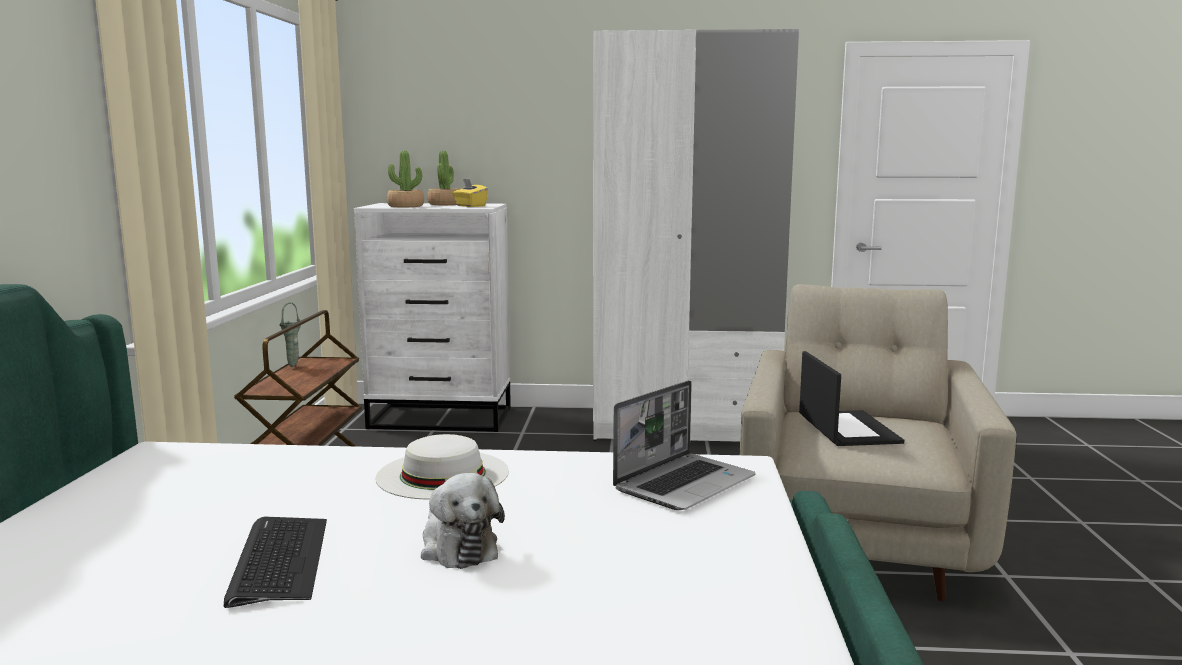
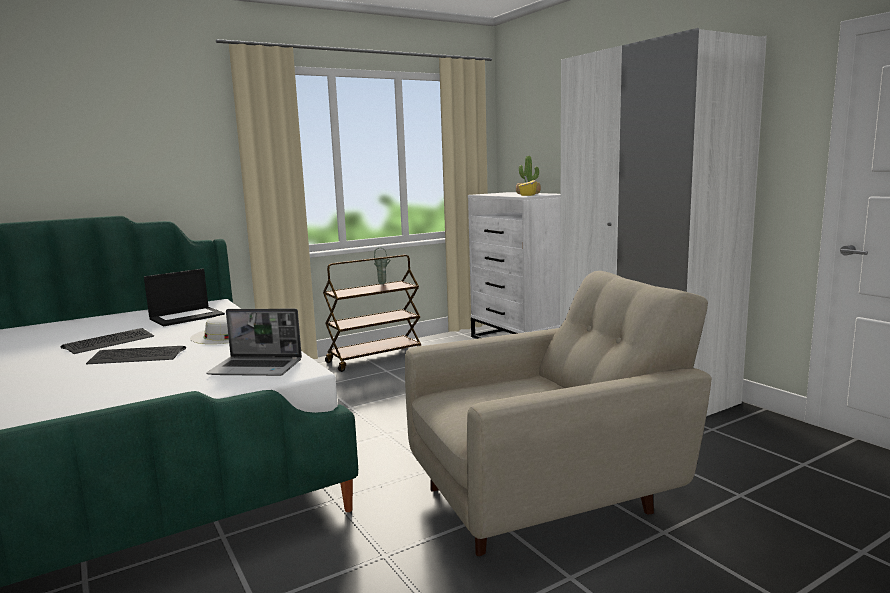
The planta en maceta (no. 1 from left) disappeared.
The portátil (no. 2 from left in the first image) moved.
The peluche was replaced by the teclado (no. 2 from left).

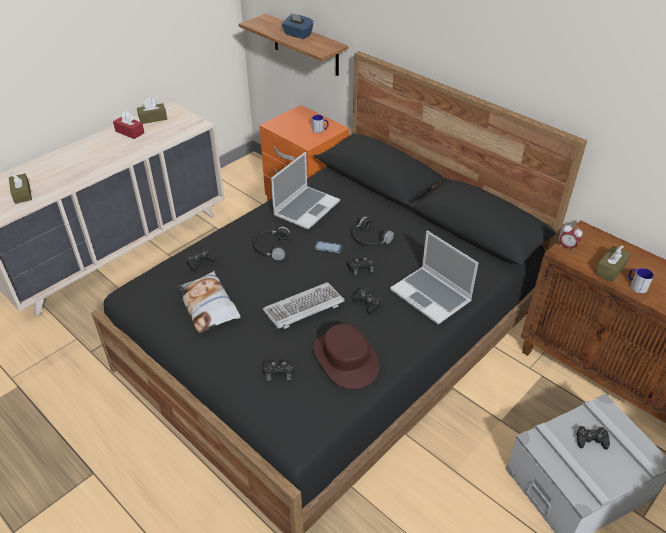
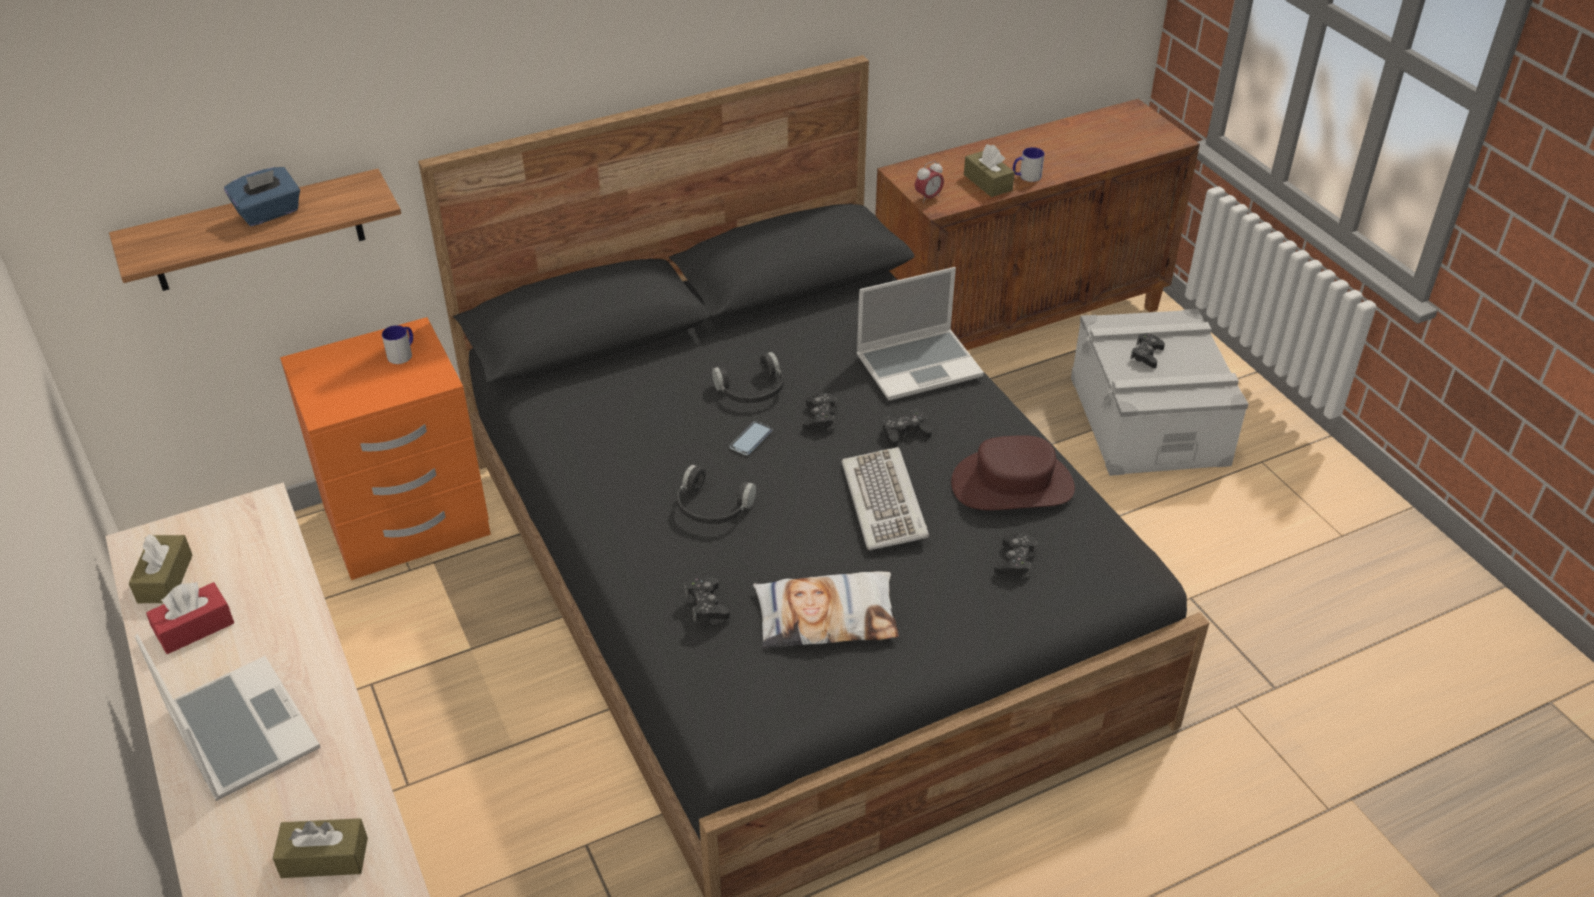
The portátil (no. 1 from left) moved.

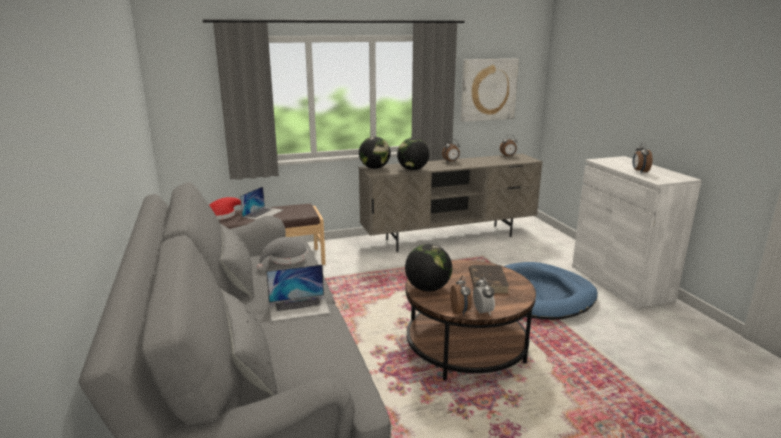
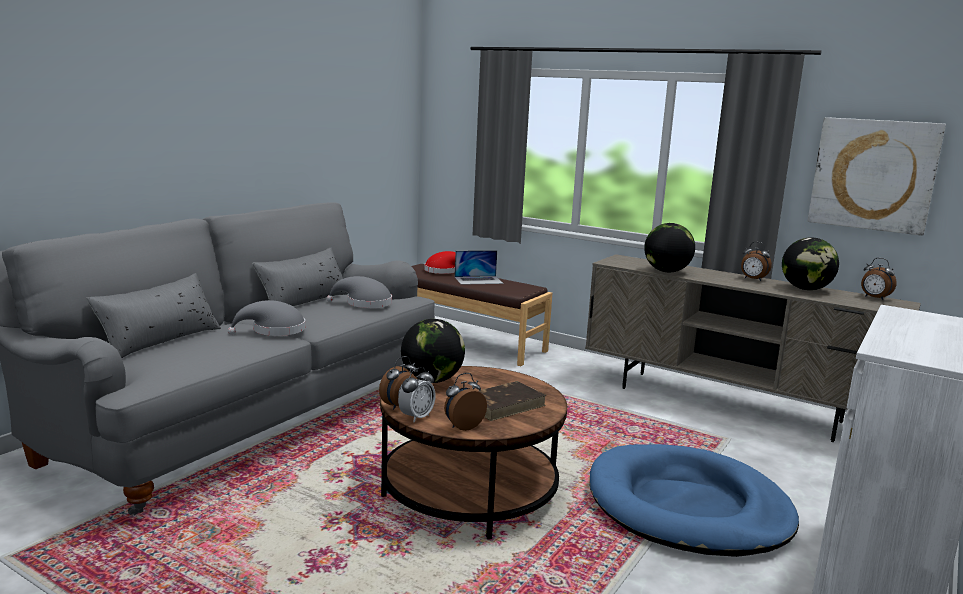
The globo terráqueo (no. 1 from left in the first image) moved.
The despertador (no. 5 from left in the first image) moved.
The portátil (no. 2 from left) was replaced by the sombrero [gris] (no. 1 from left).

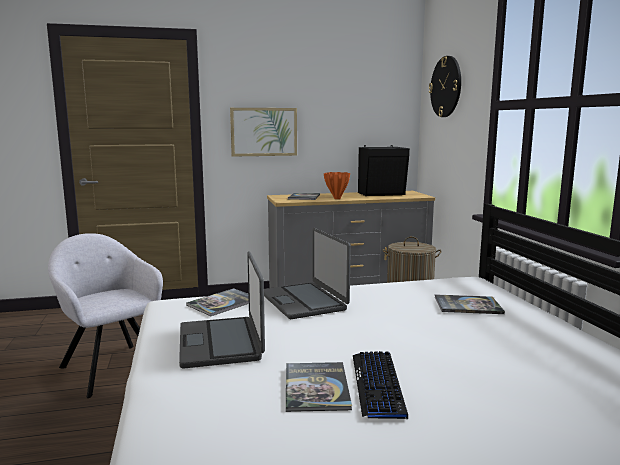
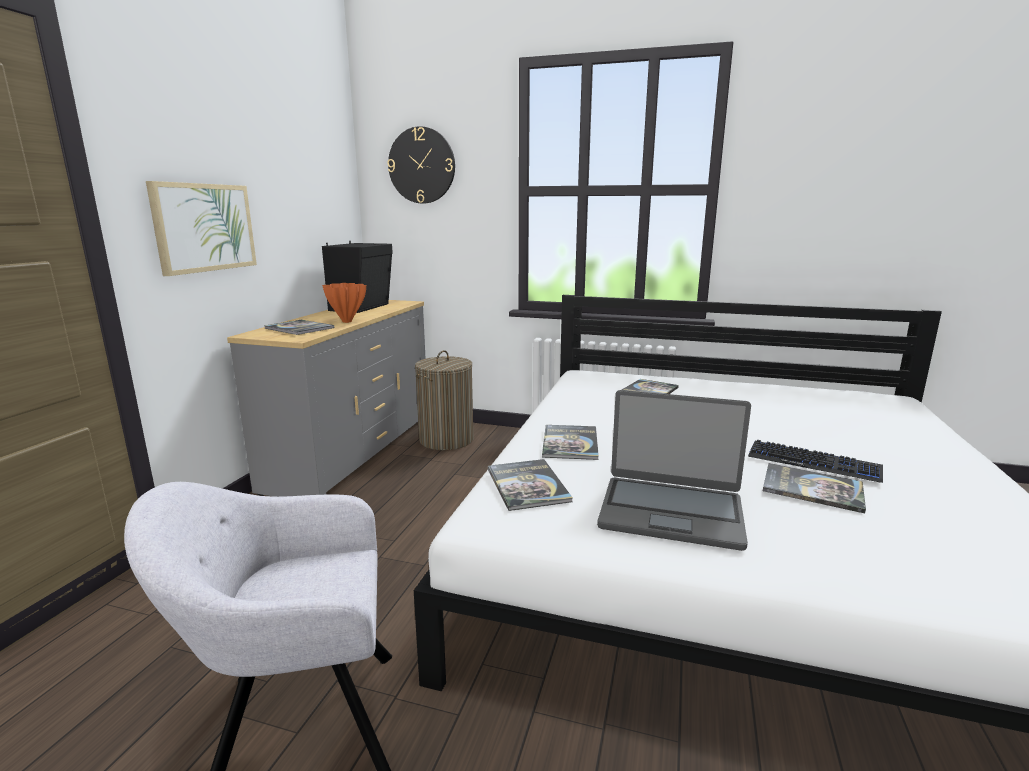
The portátil (no. 2 from left) was replaced by the libro (no. 3 from left).

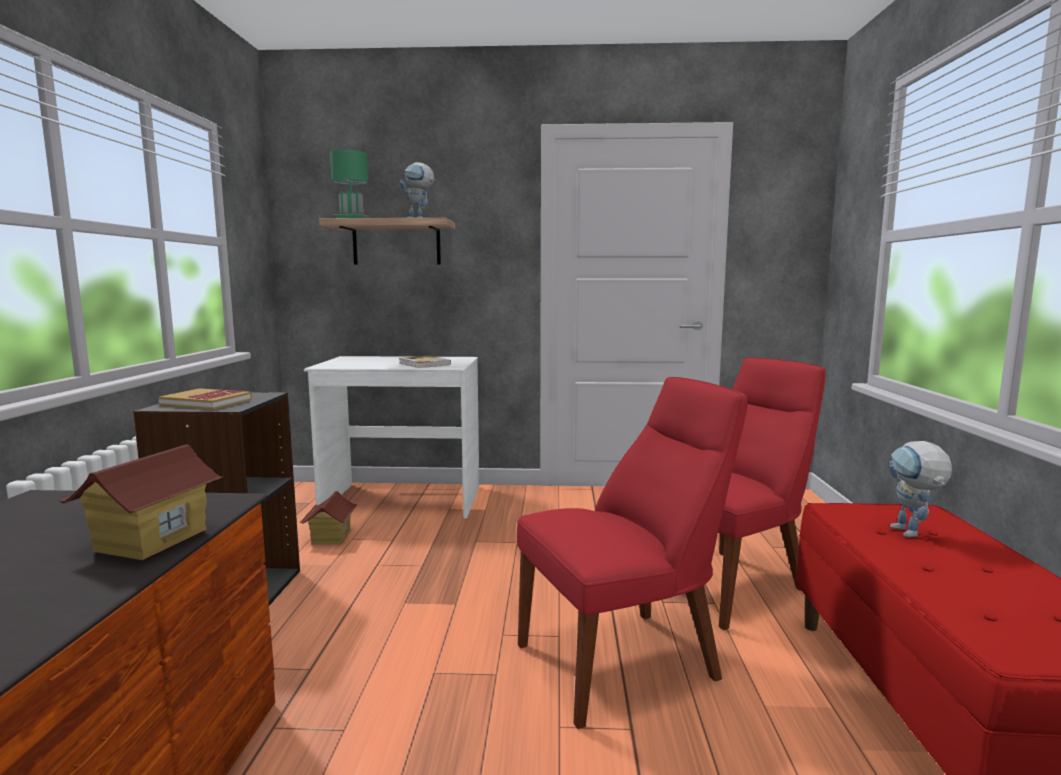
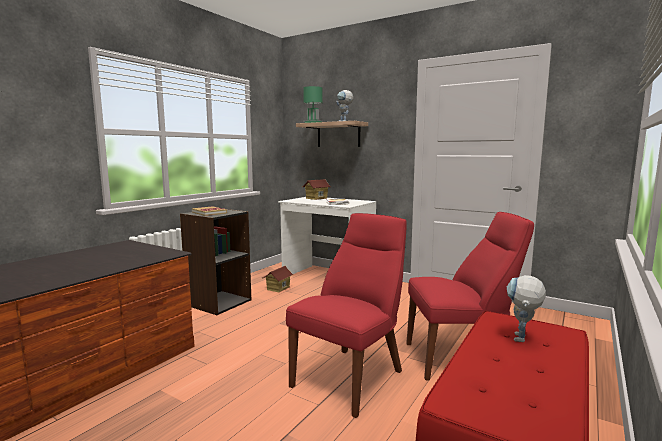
The casita (no. 1 from left in the first image) moved.
The silla [rojo] (no. 1 from left) turned 60 degrees counterclockwise.

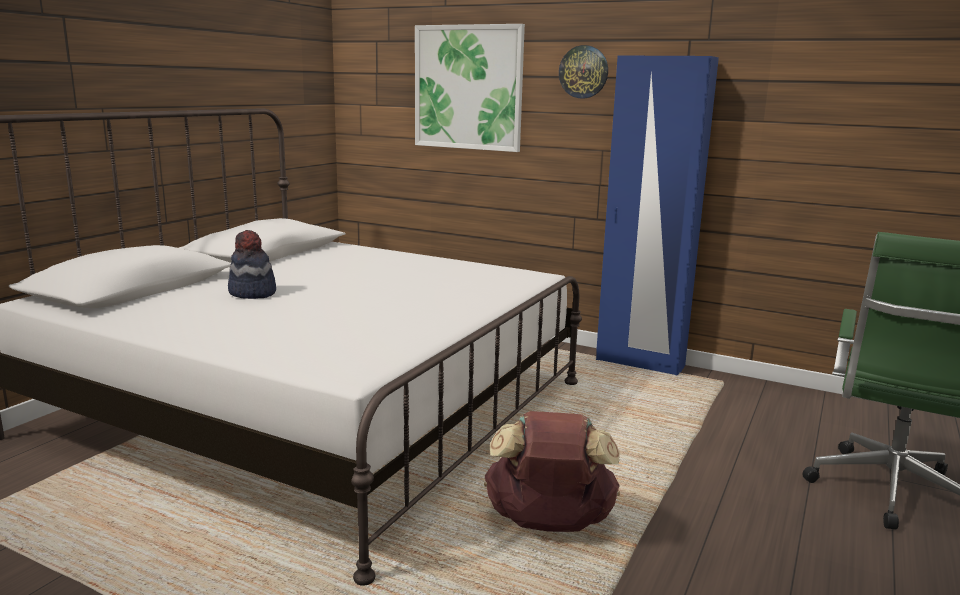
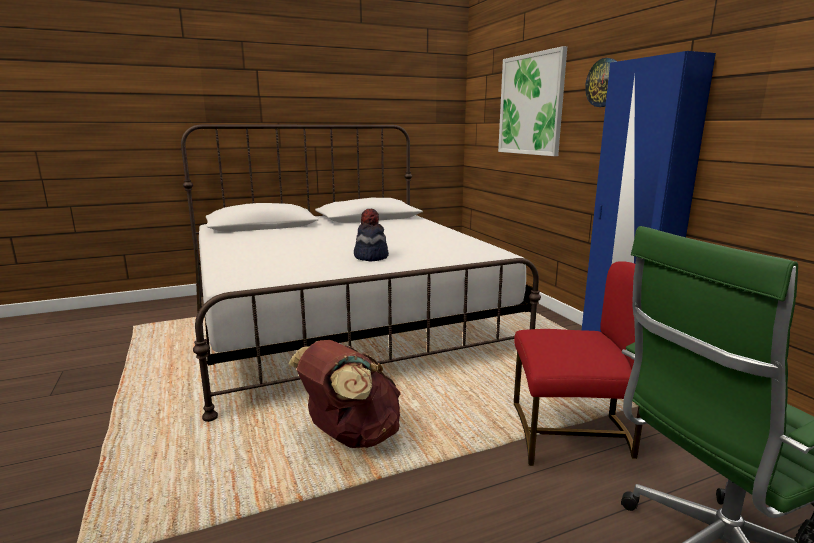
The silla [rojo] appeared.
The sombrero moved.

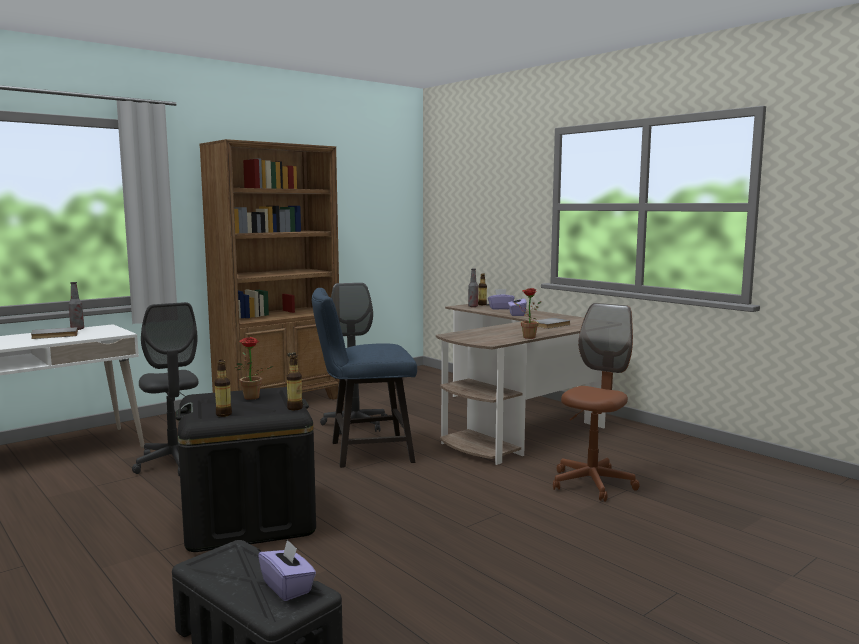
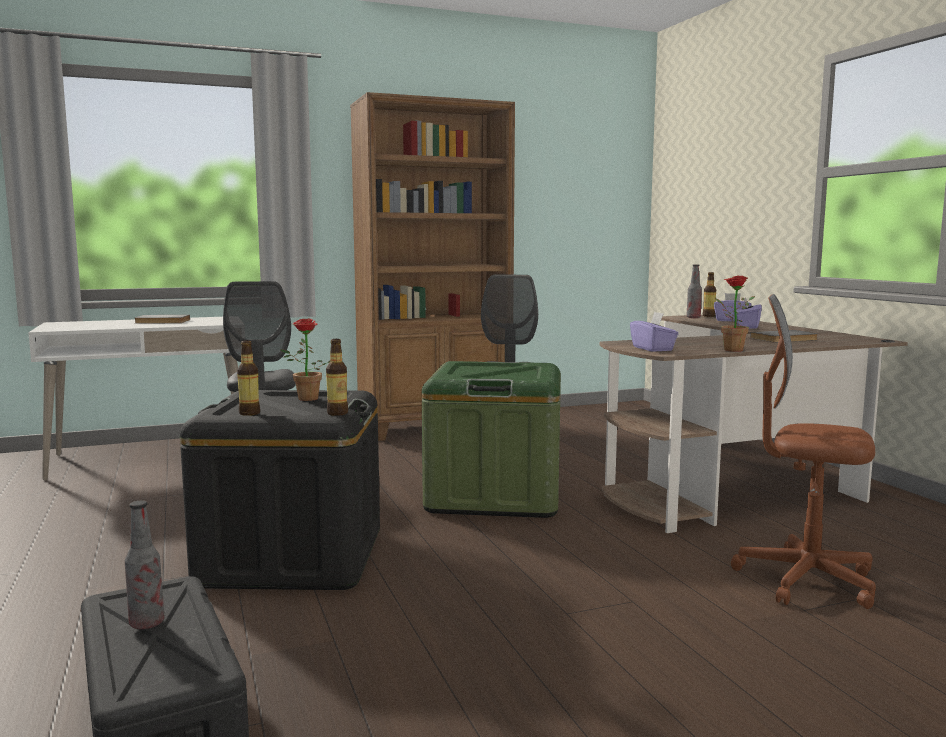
The botella (no. 1 from left) moved.
The caja de pañuelos [morado] (no. 1 from left) moved.
The silla [azul] was replaced by the caja de almacenaje [verde].
The silla de oficina [marrón] turned 120 degrees counterclockwise.

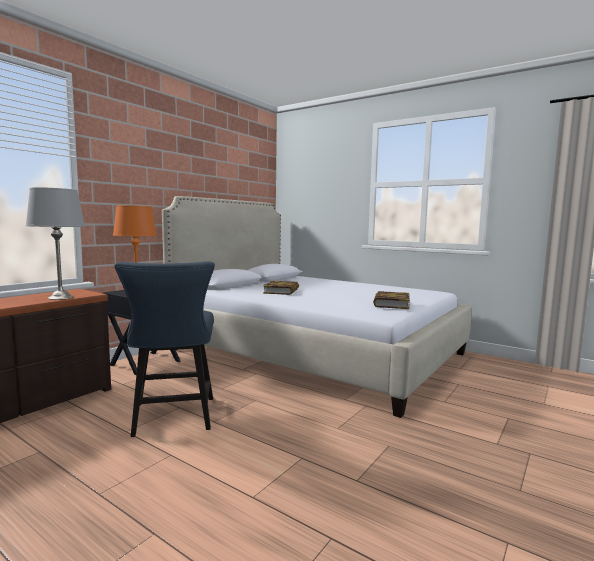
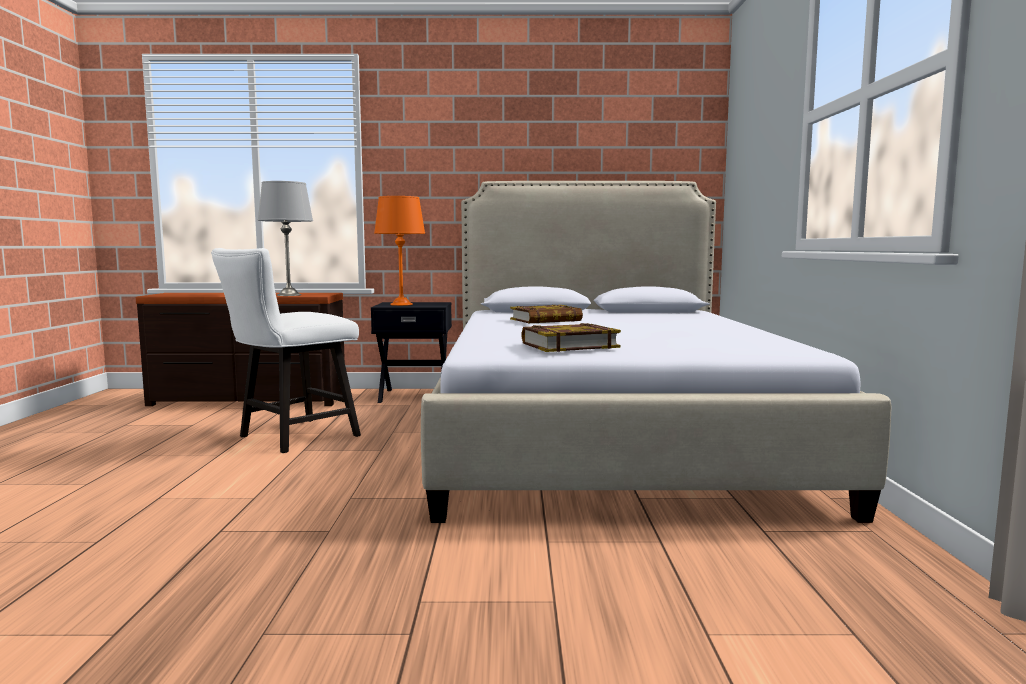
The silla [azul] became the silla [blanco].

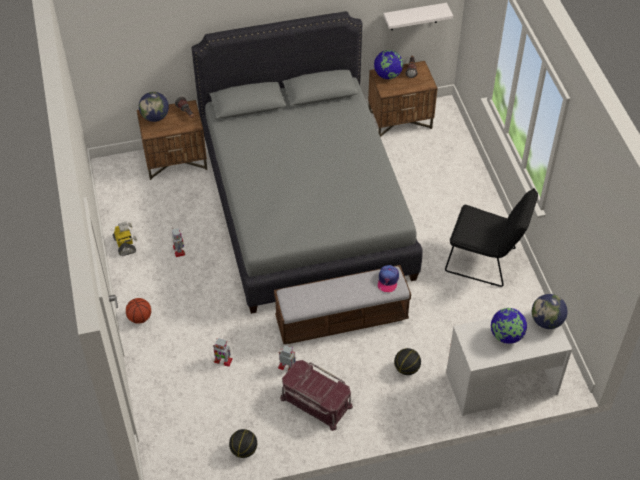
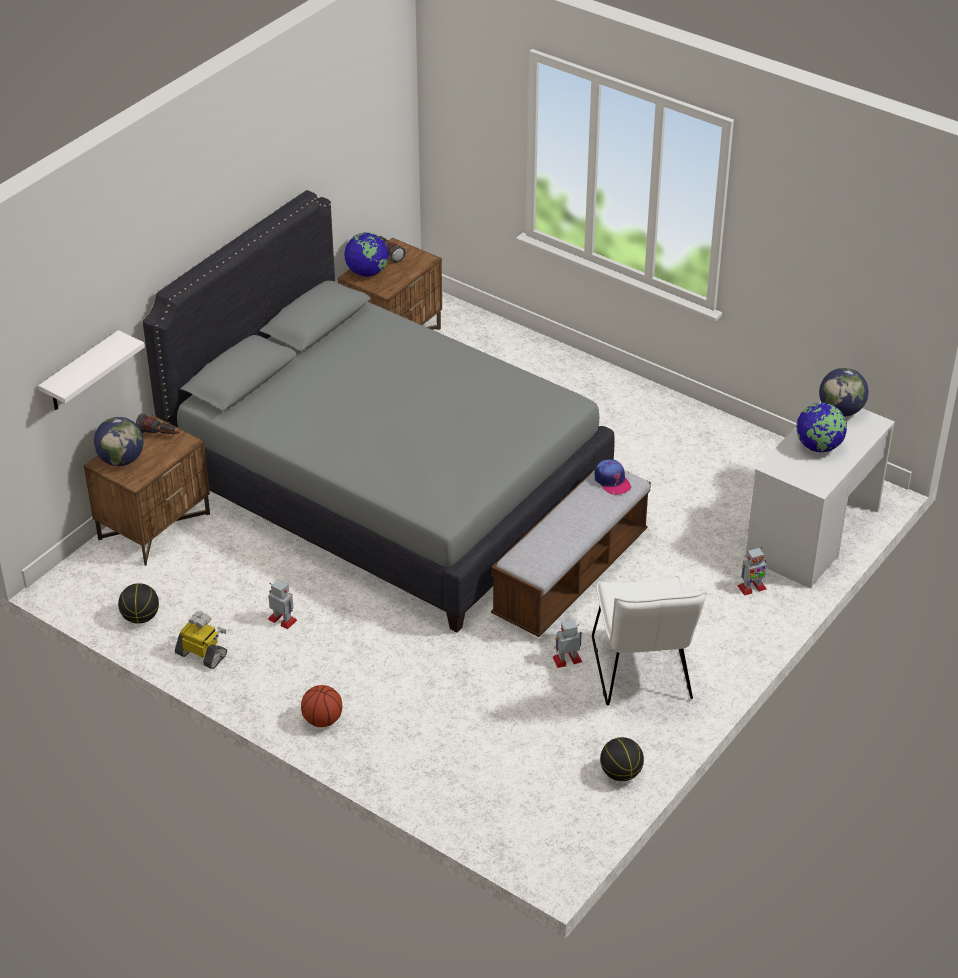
The silla [negro] disappeared.
The robot de juguete (no. 3 from left in the first image) moved.
The estante [blanco] moved.
The balón de baloncesto (no. 3 from left in the first image) moved.
The caja de almacenaje [rojo] was replaced by the silla [blanco].

